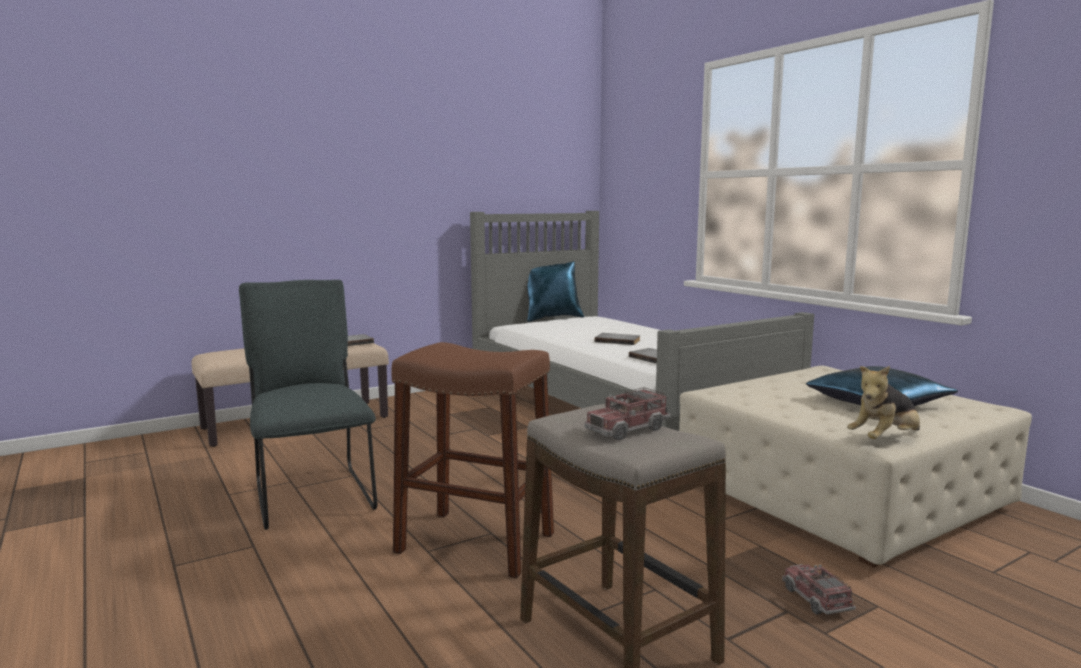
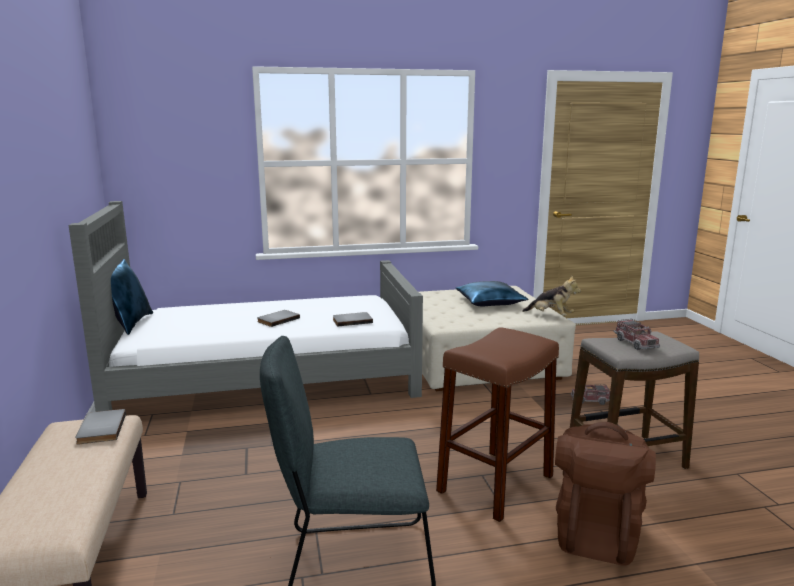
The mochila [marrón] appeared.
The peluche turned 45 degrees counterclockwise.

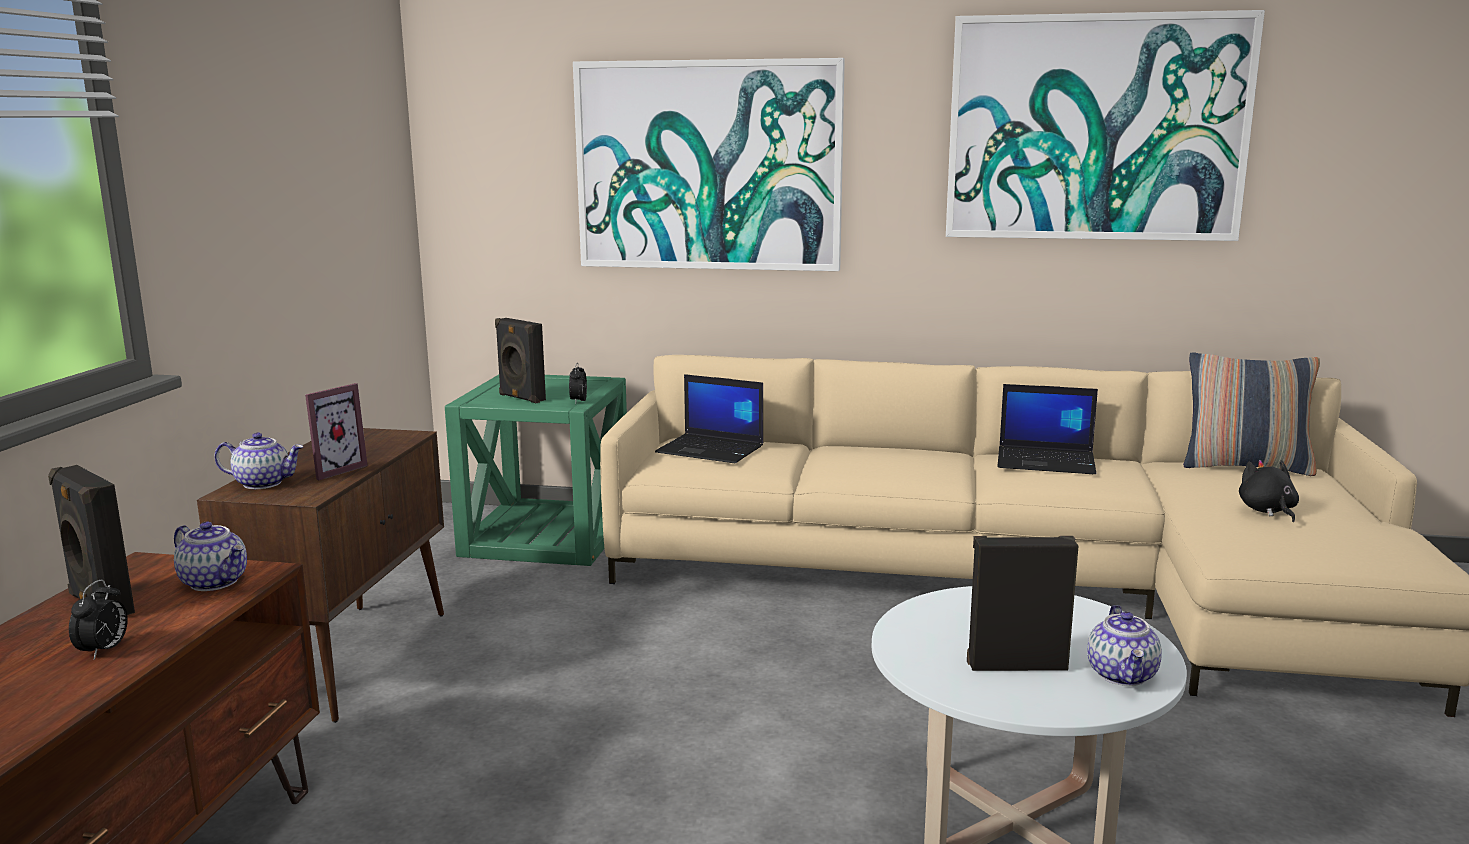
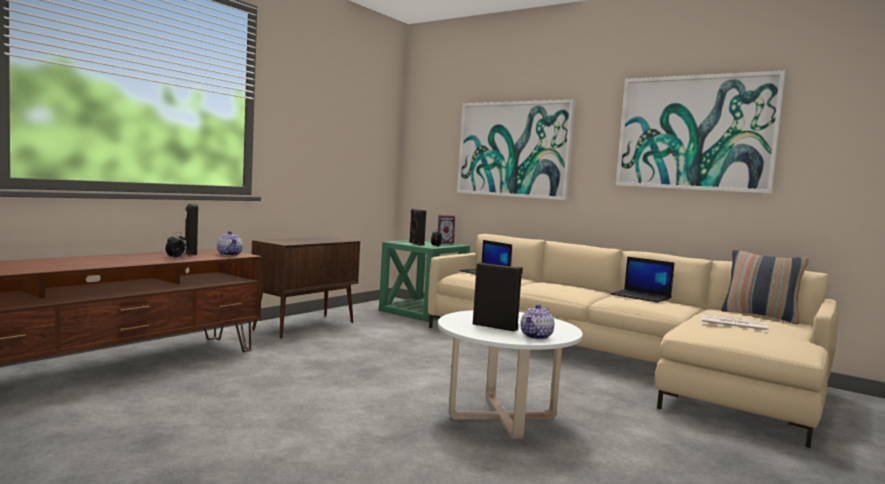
The tetera (no. 2 from left) disappeared.
The portarretratos moved.
The peluche [negro] was replaced by the periódico.

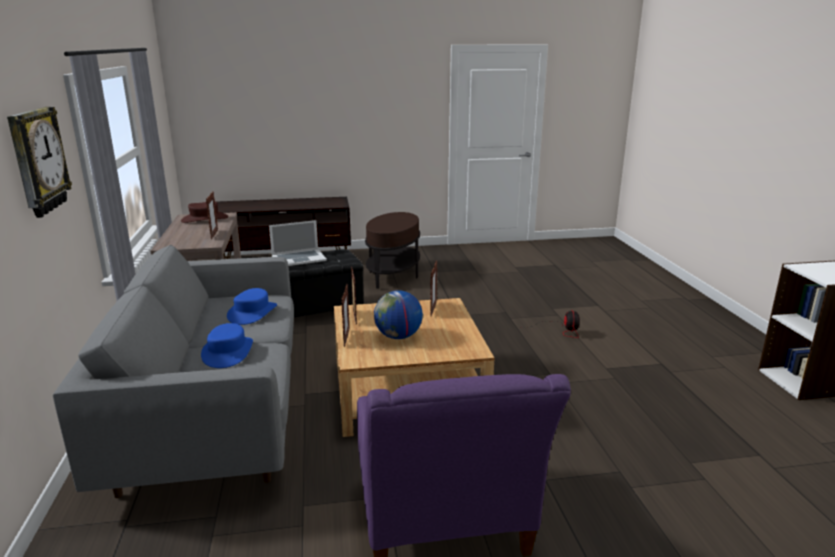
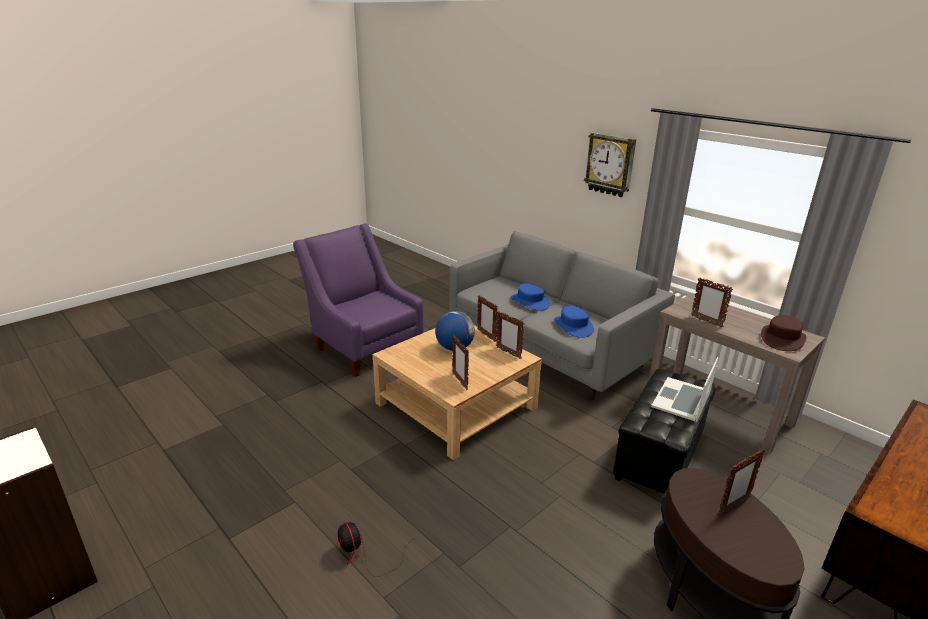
The portarretratos (no. 5 from left) appeared.

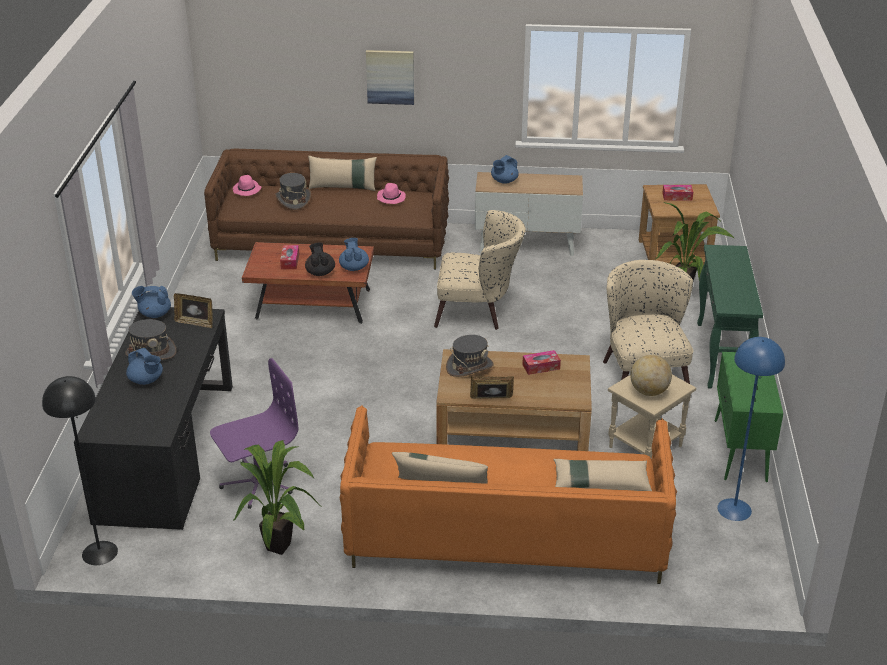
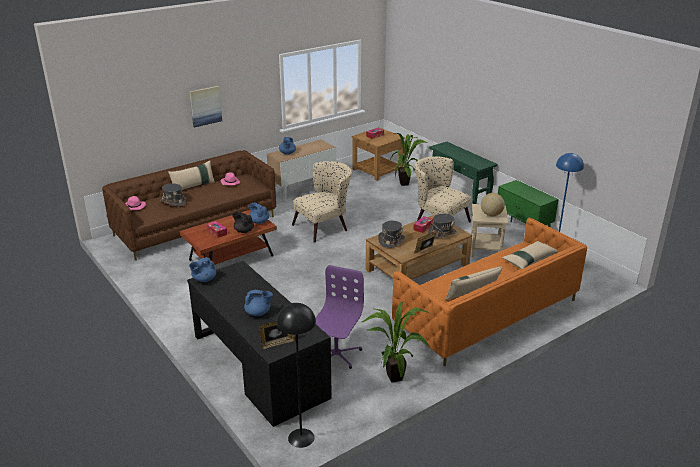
The sombrero [gris] (no. 1 from left in the first image) moved.
The portarretratos (no. 1 from left) moved.

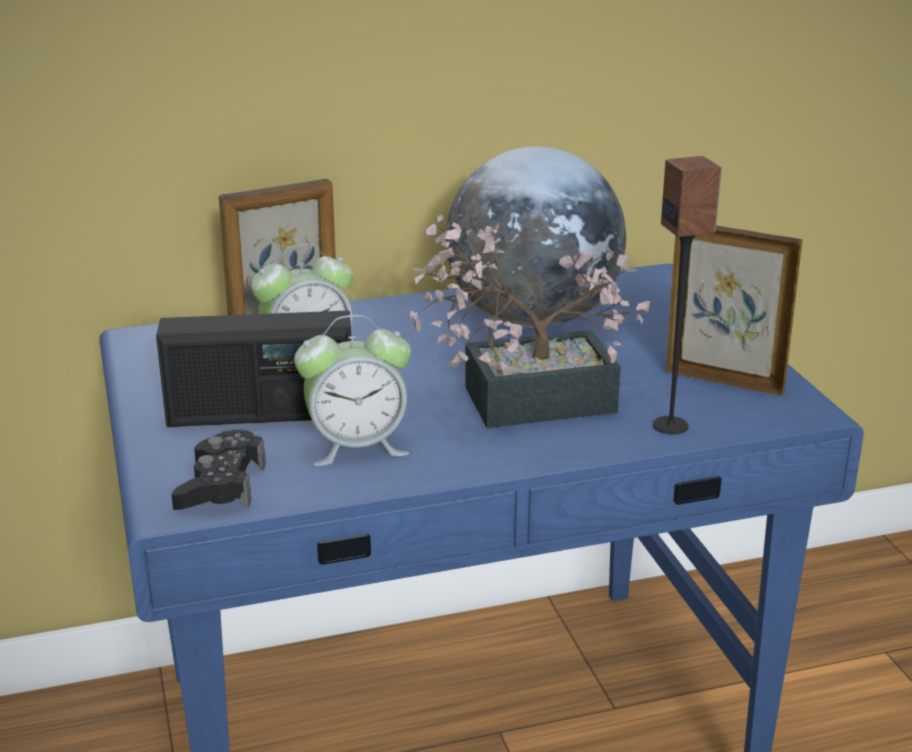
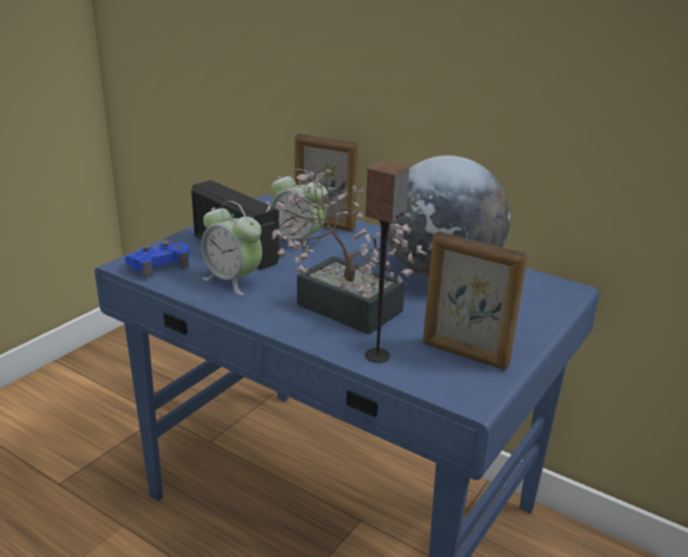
The mando de consola [negro] became the mando de consola [azul].
The portarretratos (no. 2 from left) turned 135 degrees clockwise.

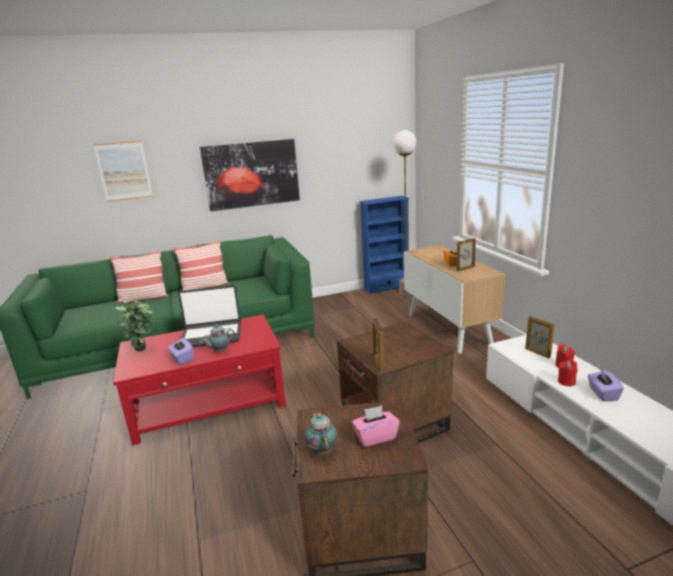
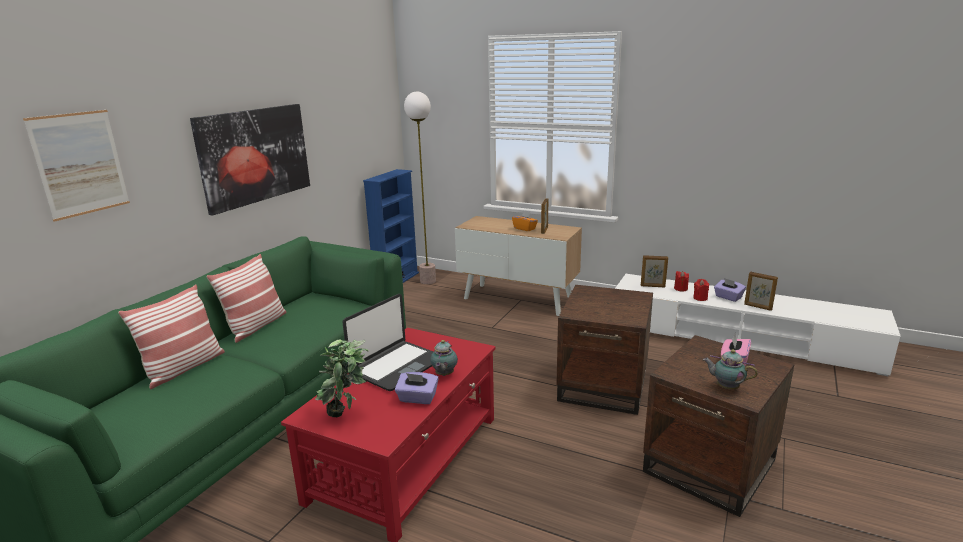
The portarretratos (no. 1 from left in the first image) moved.

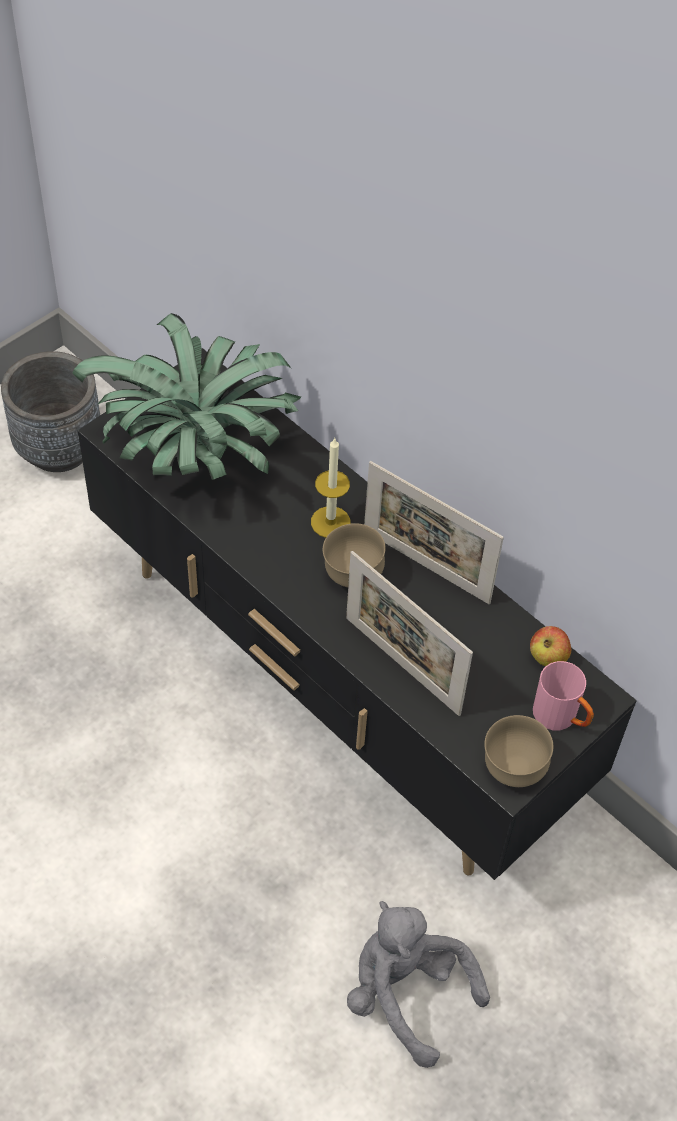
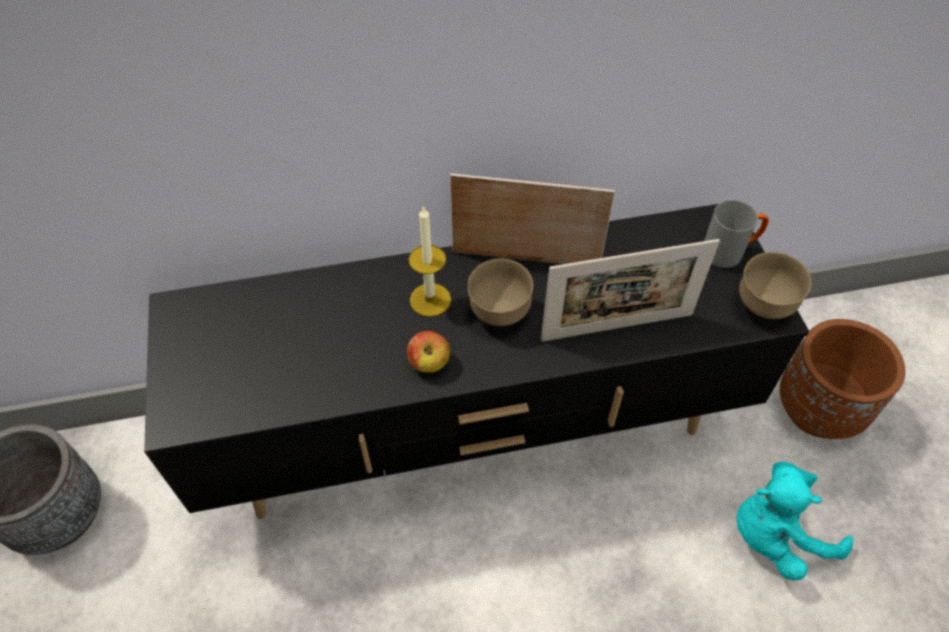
The planta en maceta disappeared.
The maceta [marrón] appeared.
The manzana moved.
The peluche [gris] became the peluche [turquesa].
The taza grande [rosa] became the taza grande [gris].
The portarretratos (no. 2 from left in the first image) turned 150 degrees counterclockwise.

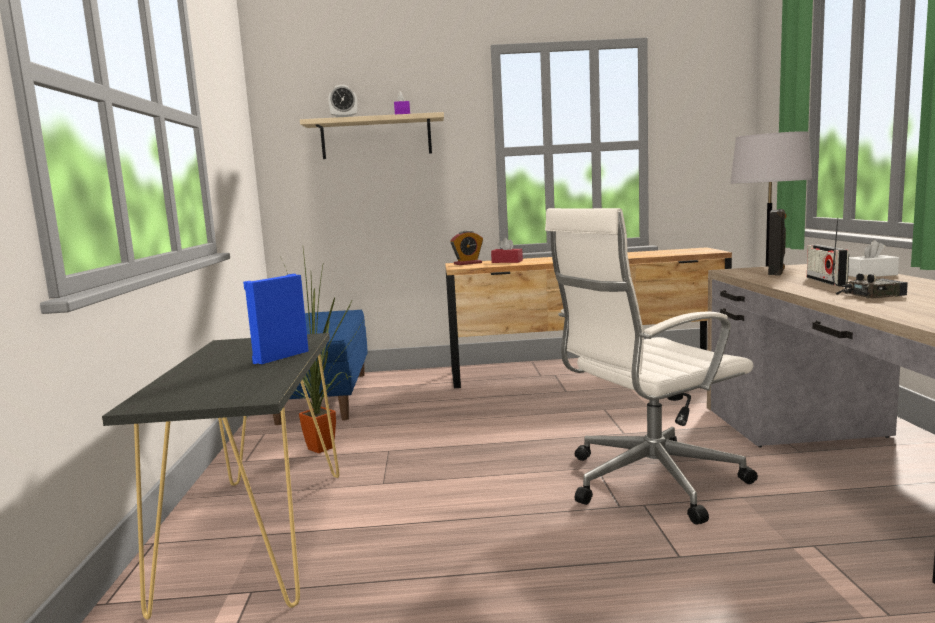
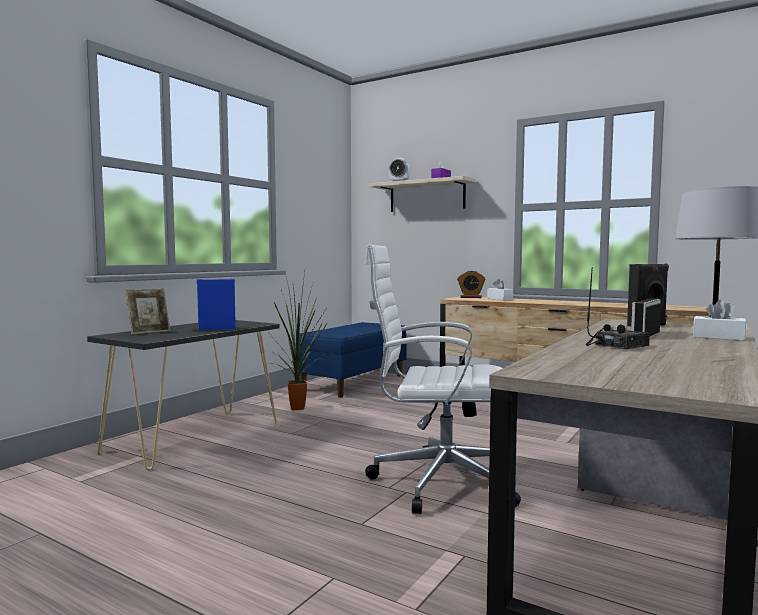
The portarretratos appeared.
The caja de pañuelos [rojo] became the caja de pañuelos [blanco] (no. 1 from left).
The radio (no. 2 from left in the first image) turned 60 degrees counterclockwise.

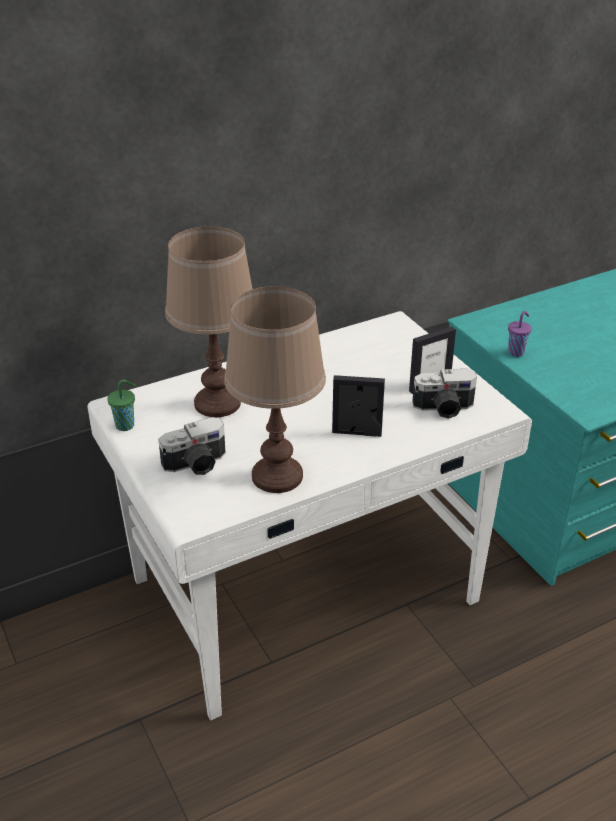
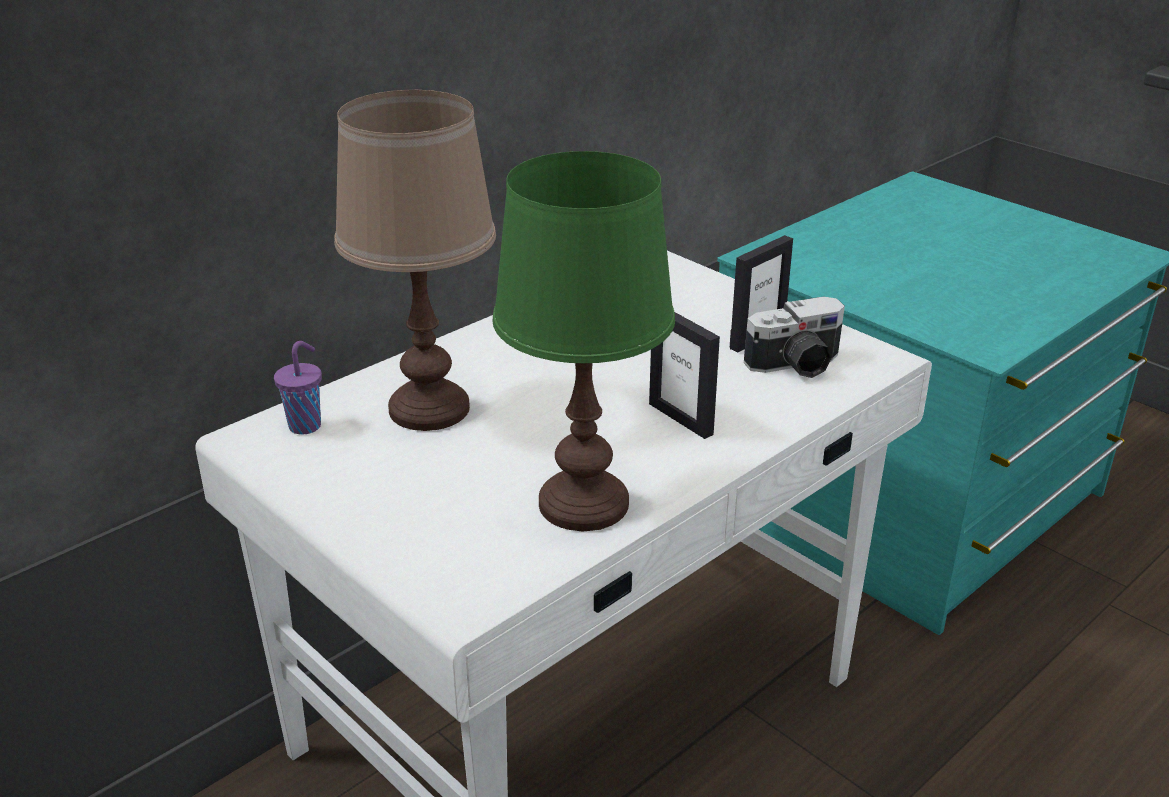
The taza [verde] disappeared.
The cámara (no. 1 from left) disappeared.
The taza [morado] moved.
The lámpara de mesa [marrón] (no. 2 from left) became the lámpara de mesa [verde].
The portarretratos (no. 1 from left) turned 120 degrees counterclockwise.

